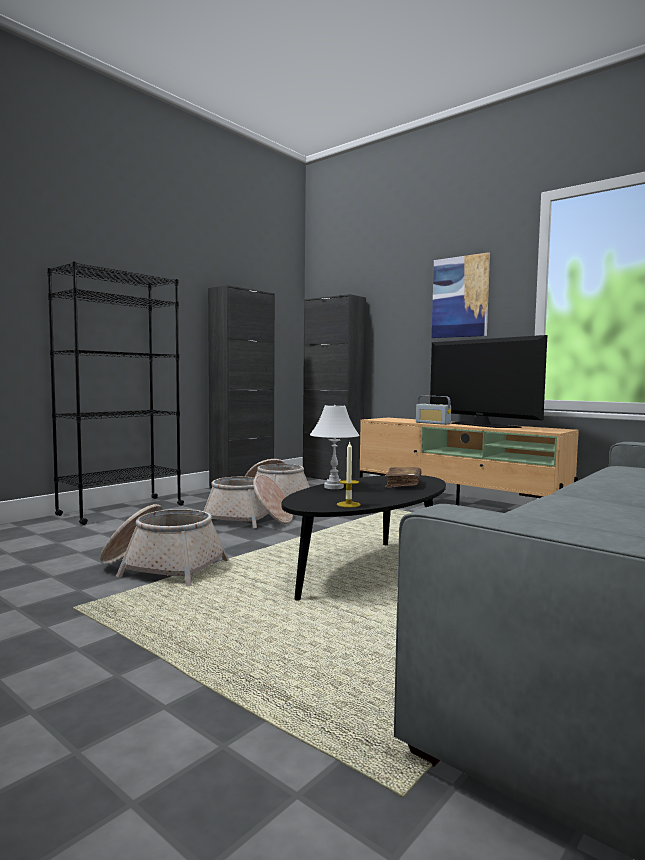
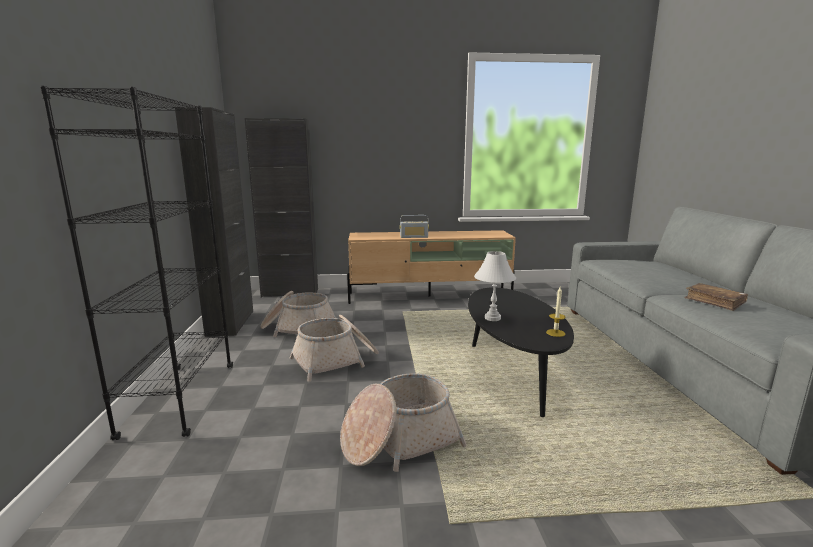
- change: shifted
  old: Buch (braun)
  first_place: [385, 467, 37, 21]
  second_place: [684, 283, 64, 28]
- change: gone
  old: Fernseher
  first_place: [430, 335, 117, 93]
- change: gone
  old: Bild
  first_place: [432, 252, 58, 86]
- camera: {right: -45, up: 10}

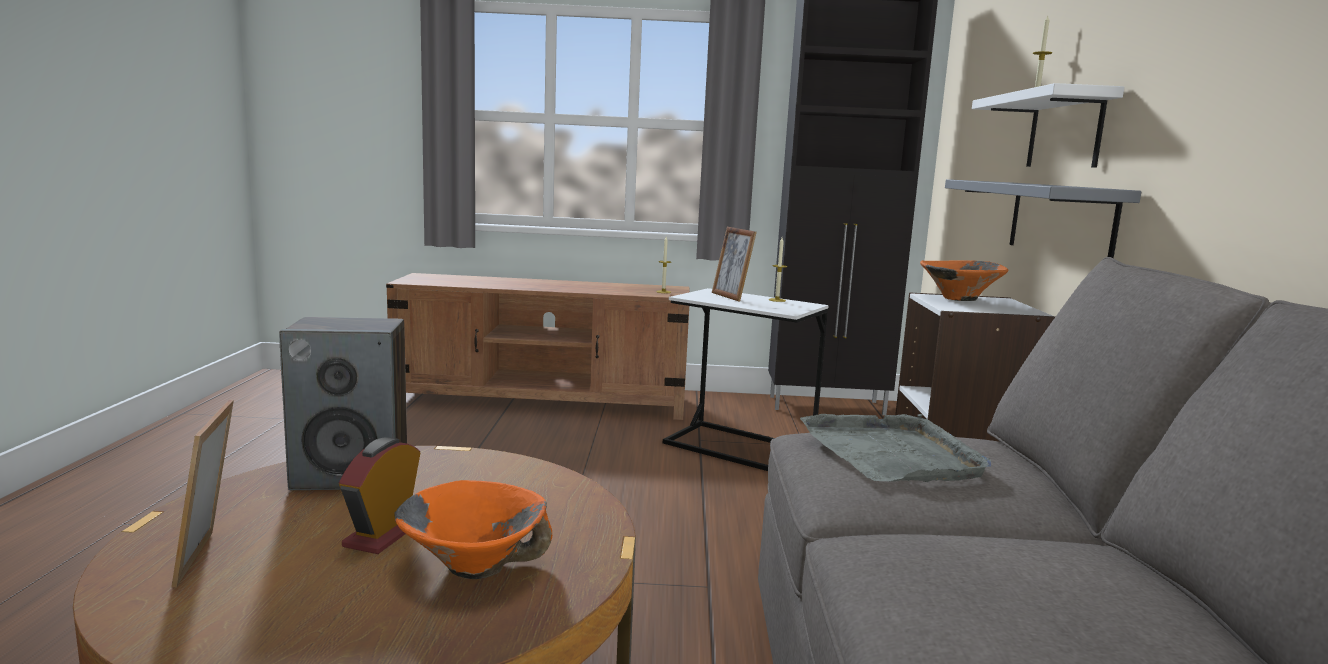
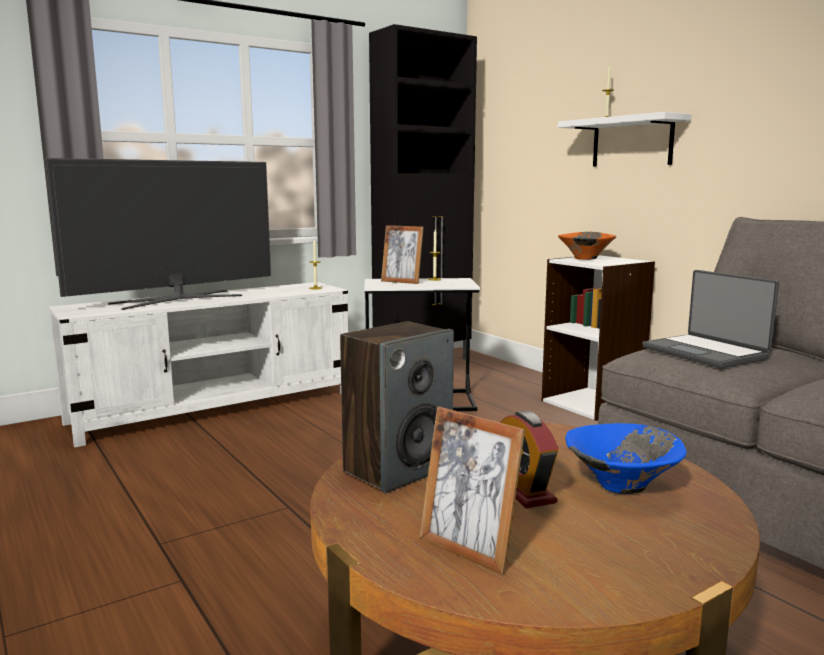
- change: new
  new: Fernseher
  second_place: [45, 158, 226, 152]
- change: repainted
  old: Fernsehschrank (braun)
  new: Fernsehschrank (weiß)
  first_place: [386, 273, 304, 147]
  second_place: [49, 282, 300, 165]
- change: repainted
  old: Schüssel (orange)
  new: Schüssel (blau)
  first_place: [394, 480, 158, 99]
  second_place: [565, 423, 122, 71]
- change: swapped
  old: Tablett (grau)
  new: Laptop
  first_place: [800, 414, 191, 68]
  second_place: [642, 270, 137, 98]
- change: gone
  old: Wandregal (grau)
  first_place: [945, 179, 196, 80]
- camera: {right: -35, up: 0}

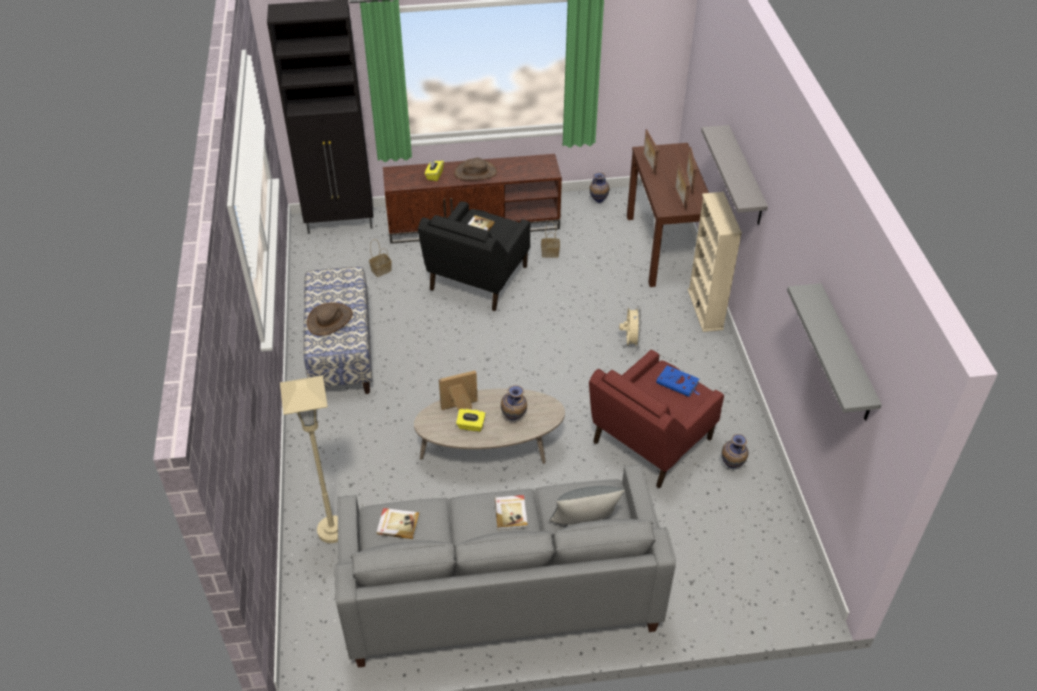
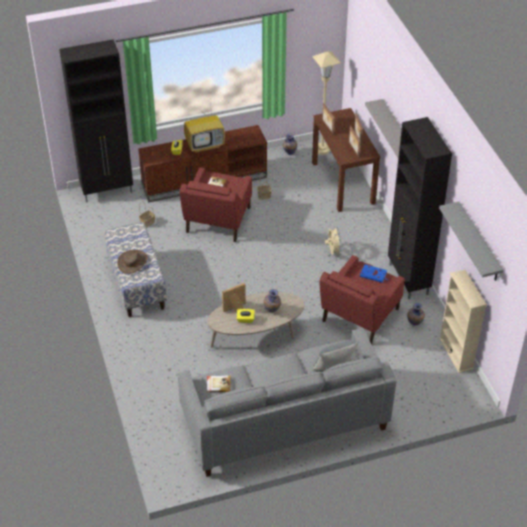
- change: repainted
  old: Sessel (schwarz)
  new: Sessel (rot)
  first_place: [418, 201, 112, 110]
  second_place: [180, 167, 72, 75]
- change: swapped
  old: Hut (braun)
  new: Fernseher
  first_place: [454, 158, 43, 23]
  second_place: [184, 106, 41, 47]
- change: shifted
  old: Stehlampe (beige)
  first_place: [280, 375, 58, 168]
  second_place: [312, 51, 29, 104]
- change: new
  new: Schrank (schwarz)
  second_place: [388, 117, 64, 182]
- change: shifted
  old: Bücherregal (beige)
  first_place: [688, 192, 54, 140]
  second_place: [439, 270, 48, 103]
- change: gone
  old: Buch
  first_place: [495, 495, 33, 35]
- camera: {right: -10, up: 0}

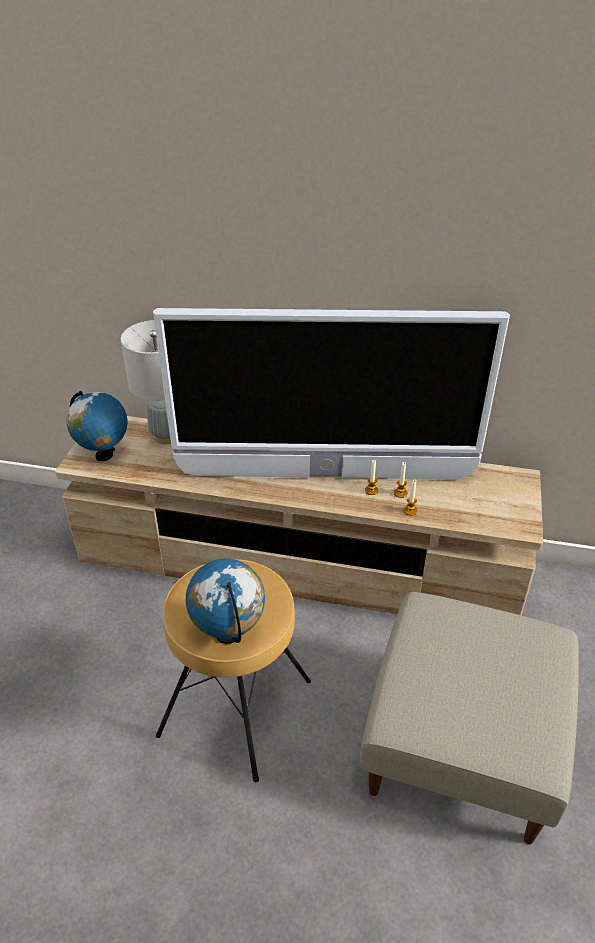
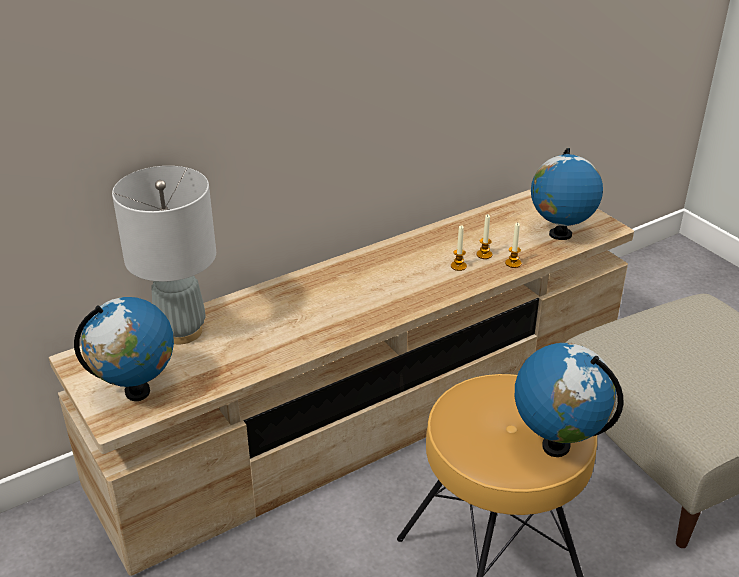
- change: new
  new: Globus
  second_place: [531, 148, 72, 92]
- change: gone
  old: Fernseher
  first_place: [153, 308, 357, 171]
- camera: {right: -45, up: -5}

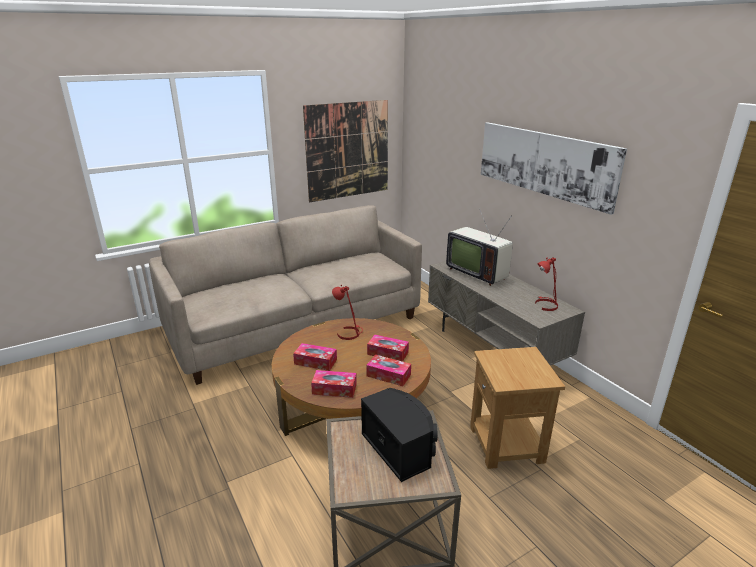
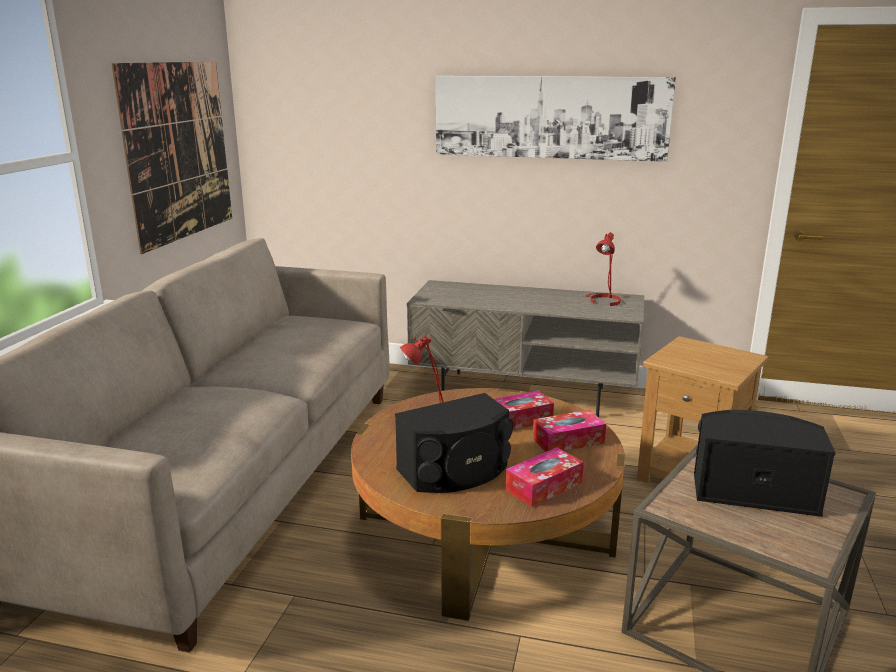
- change: swapped
  old: Taschentuchbox
  new: Lautsprecher (schwarz)
  first_place: [293, 343, 44, 28]
  second_place: [395, 393, 118, 100]
- change: gone
  old: Fernseher
  first_place: [446, 208, 67, 78]
- camera: {right: -45, up: -5}

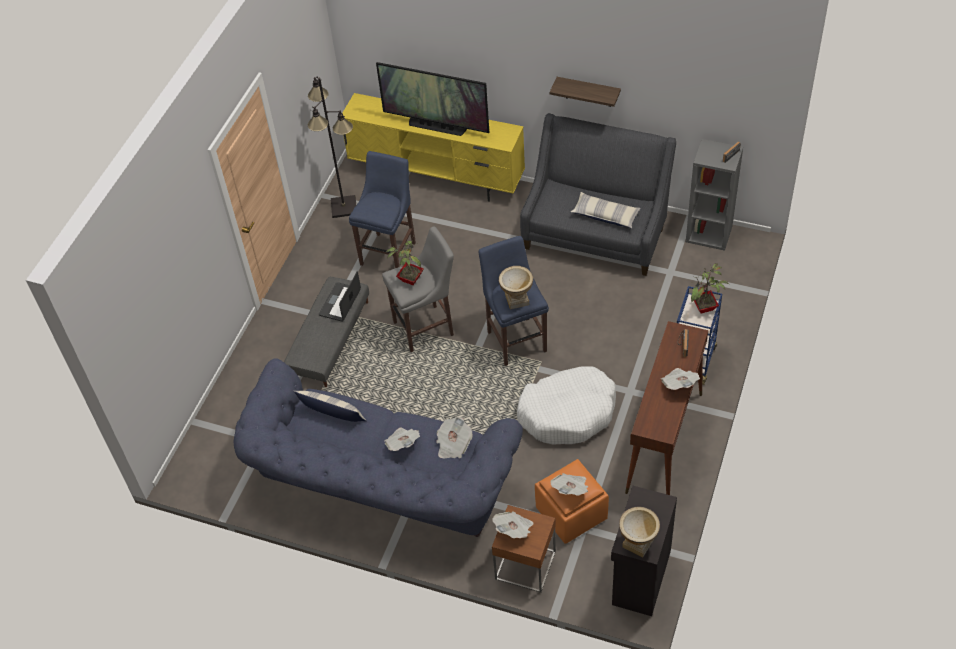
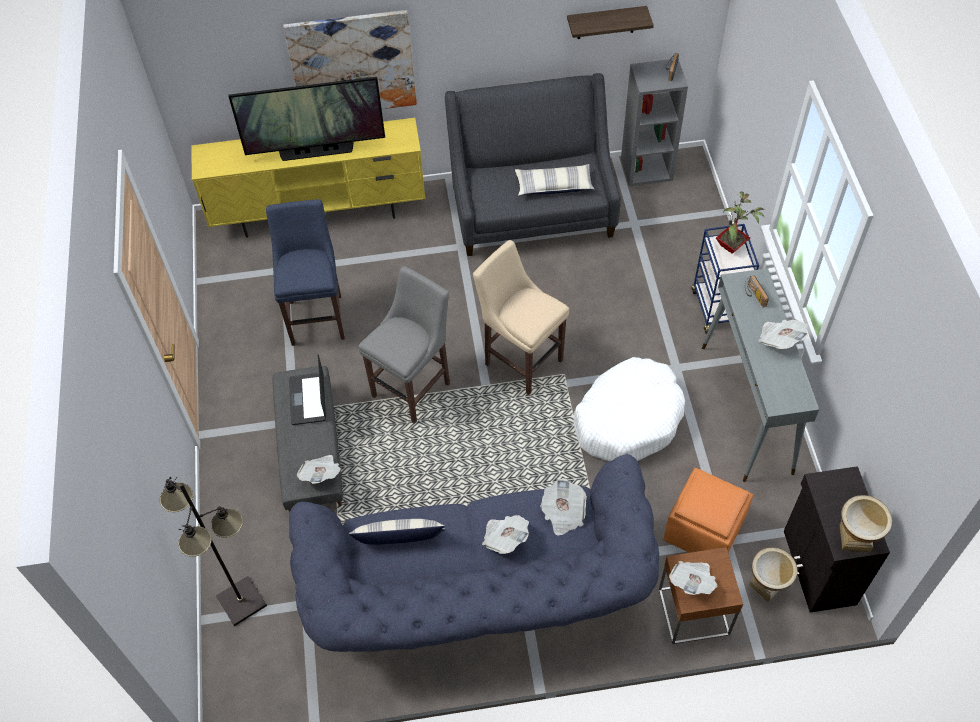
- change: shifted
  old: Stehlampe (schwarz)
  first_place: [308, 77, 48, 141]
  second_place: [160, 477, 107, 149]
- change: new
  new: Bild
  second_place: [283, 10, 134, 99]
- change: shifted
  old: Zeitung
  first_place: [550, 473, 38, 23]
  second_place: [297, 455, 44, 29]
- change: repainted
  old: Hocker (blau)
  new: Hocker (beige)
  first_place: [479, 236, 70, 130]
  second_place: [473, 240, 96, 155]
- change: shifted
  old: Wandregal
  first_place: [550, 77, 71, 30]
  second_place: [567, 6, 87, 33]
- change: repainted
  old: Konsolentisch (braun)
  new: Konsolentisch (grau)
  first_place: [625, 321, 83, 174]
  second_place: [702, 268, 117, 214]
- change: shifted
  old: Vase
  first_place: [499, 266, 34, 44]
  second_place: [749, 547, 49, 55]
- change: gone
  old: Topfpflanze
  first_place: [386, 235, 38, 50]
- camera: {right: -30, up: 5}

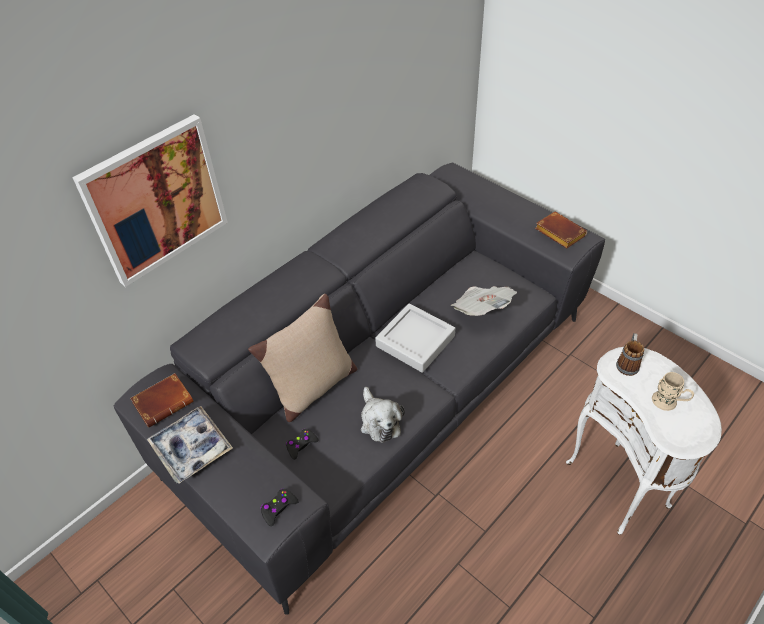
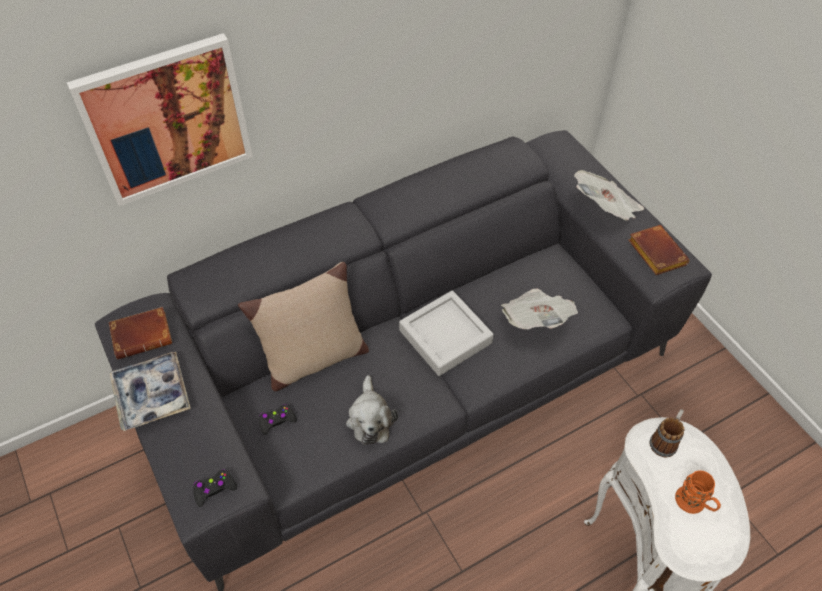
- change: new
  new: Zeitung
  second_place: [574, 170, 70, 51]
- change: repainted
  old: Henkelbecher (beige)
  new: Henkelbecher (orange)
  first_place: [652, 372, 42, 39]
  second_place: [675, 470, 46, 44]
- camera: {right: 15, up: 5}

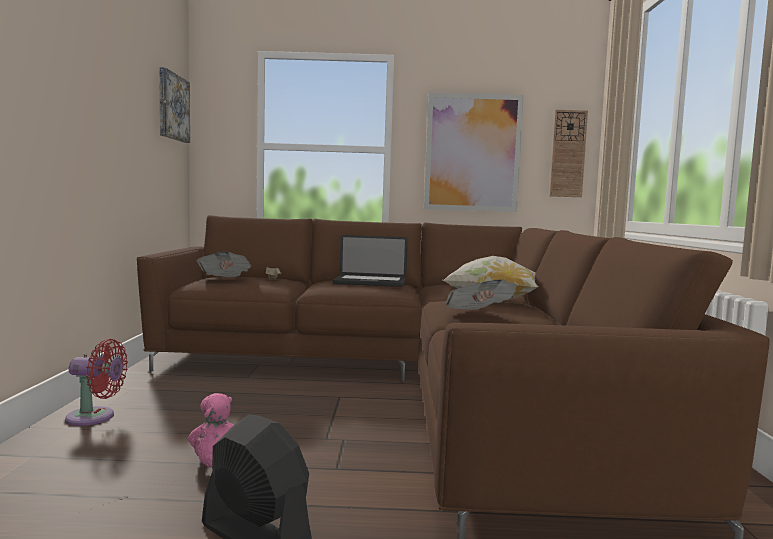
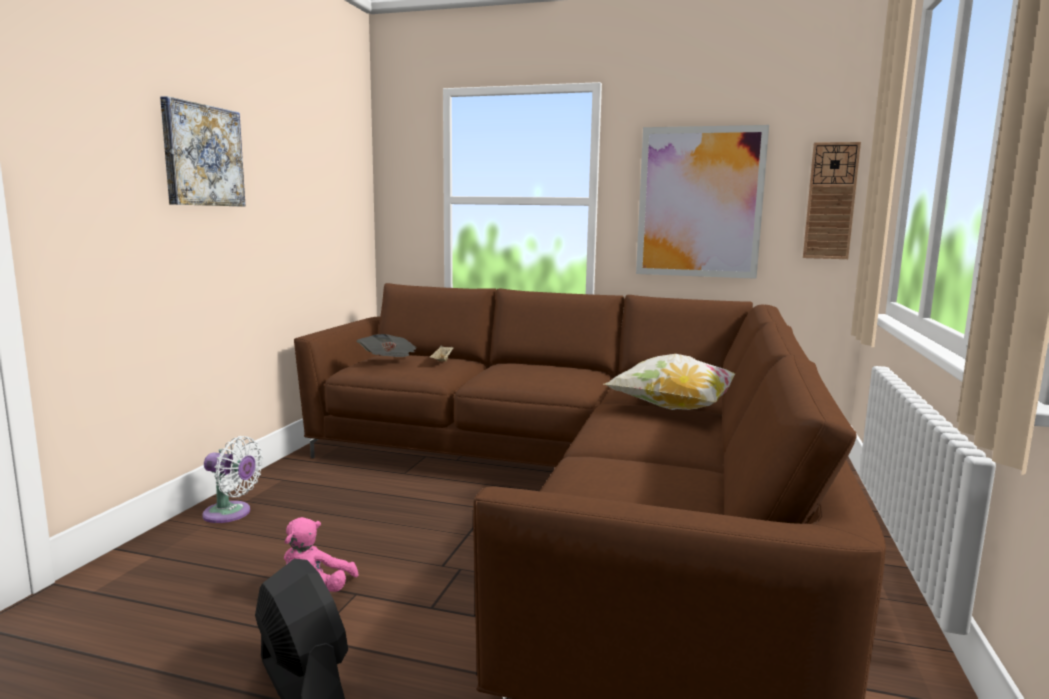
- change: shifted
  old: Bild
  first_place: [159, 67, 31, 76]
  second_place: [160, 96, 86, 110]
- change: repainted
  old: Ventilator (rot)
  new: Ventilator (weiß)
  first_place: [65, 339, 63, 87]
  second_place: [202, 436, 61, 87]
- change: gone
  old: Laptop
  first_place: [333, 235, 75, 52]
- change: gone
  old: Zeitung
  first_place: [445, 279, 72, 31]
- camera: {right: 15, up: 5}

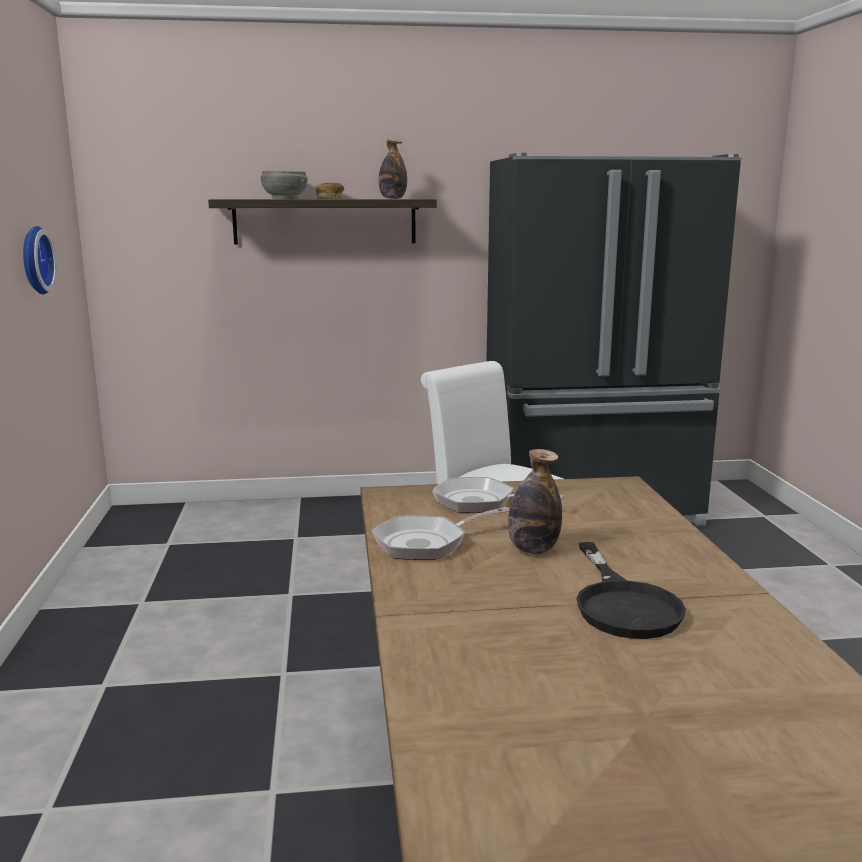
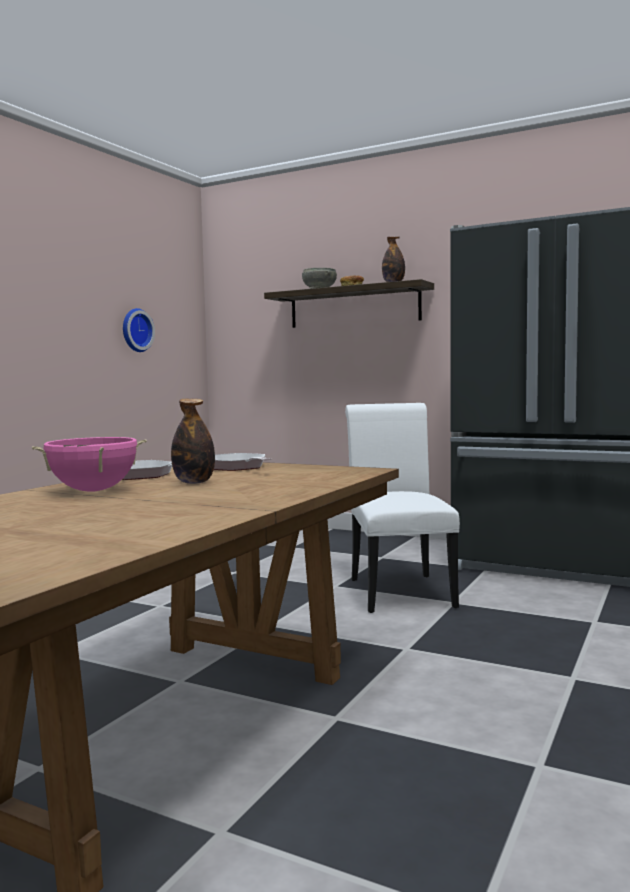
- change: new
  new: Kochtopf (rosa)
  second_place: [32, 437, 115, 55]
- change: gone
  old: Pfanne (schwarz)
  first_place: [576, 542, 110, 97]
- camera: {right: 35, up: -10}

